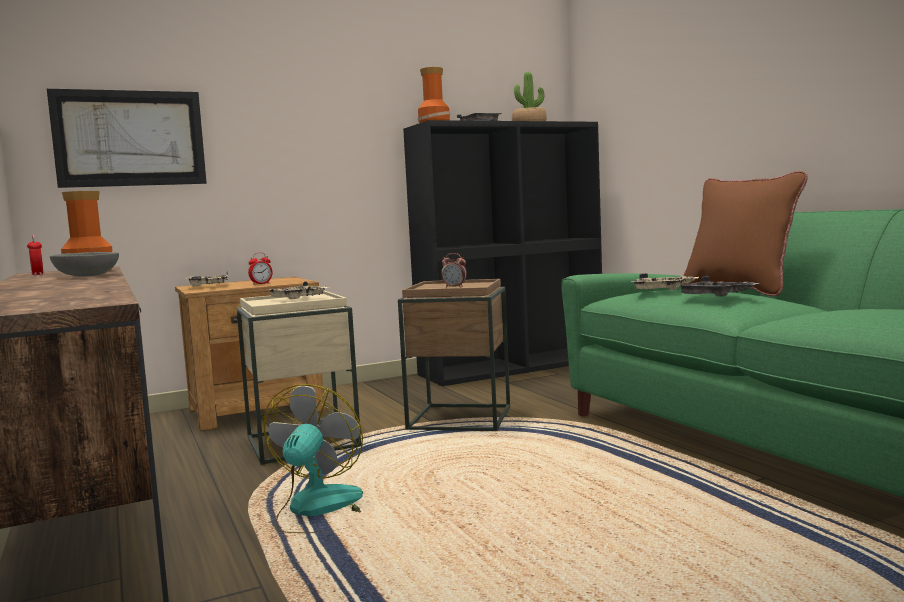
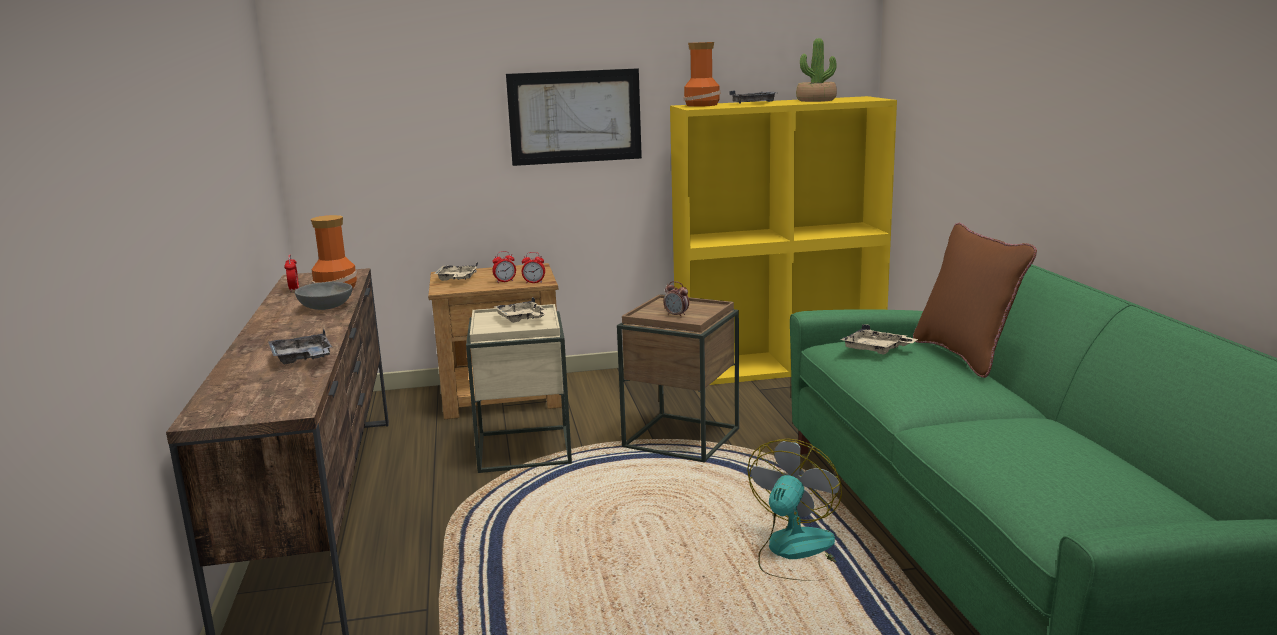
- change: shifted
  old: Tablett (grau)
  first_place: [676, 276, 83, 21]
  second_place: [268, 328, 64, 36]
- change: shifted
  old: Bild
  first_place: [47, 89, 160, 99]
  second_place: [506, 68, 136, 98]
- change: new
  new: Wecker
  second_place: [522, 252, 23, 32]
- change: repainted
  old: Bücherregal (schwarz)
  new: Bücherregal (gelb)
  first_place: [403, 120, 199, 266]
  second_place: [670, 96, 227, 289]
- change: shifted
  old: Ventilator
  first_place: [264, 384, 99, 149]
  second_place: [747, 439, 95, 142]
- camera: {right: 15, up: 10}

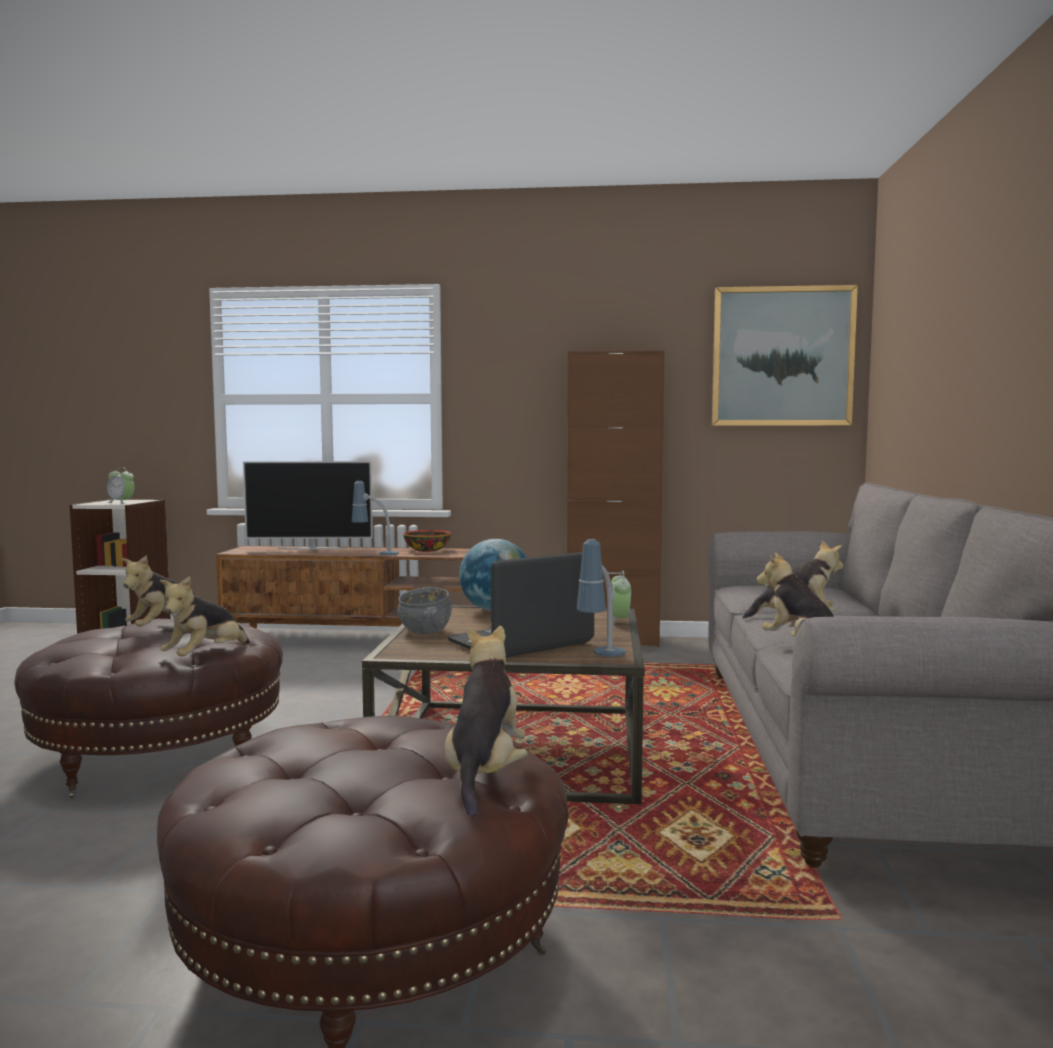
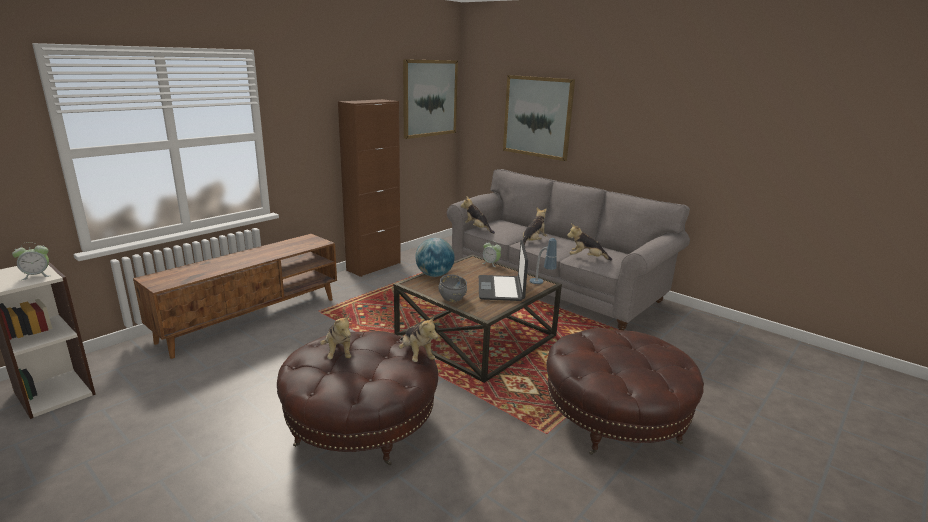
- change: shifted
  old: Plüschtier
  first_place: [445, 626, 83, 191]
  second_place: [461, 196, 34, 38]
- change: new
  new: Bild
  second_place: [503, 75, 72, 86]
- change: gone
  old: Fernseher
  first_place: [243, 461, 130, 89]
- change: gone
  old: Tischlampe
  first_place: [352, 481, 47, 74]
- change: gone
  old: Schüssel
  first_place: [403, 530, 48, 22]
- camera: {right: -55, up: 15}

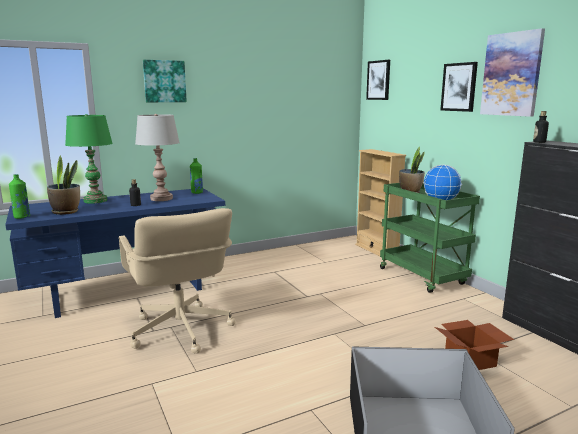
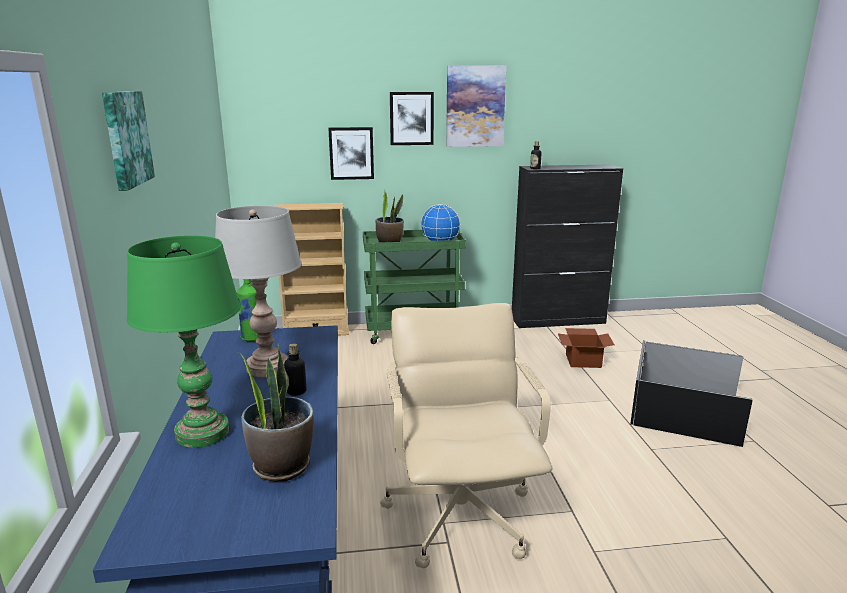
- change: shifted
  old: Bild
  first_place: [366, 60, 24, 40]
  second_place: [328, 127, 46, 53]
- change: rotated
  old: Bürostuhl (beige)
  first_place: [119, 208, 117, 146]
  second_place: [380, 303, 172, 265]
  degrees: -90
- change: gone
  old: Flasche (grün)
  first_place: [9, 174, 21, 45]
- camera: {right: -70, up: 5}

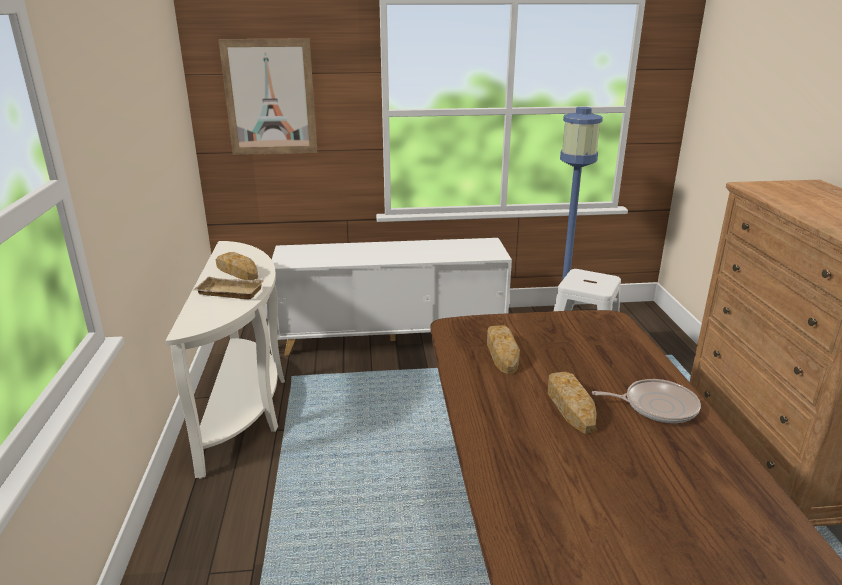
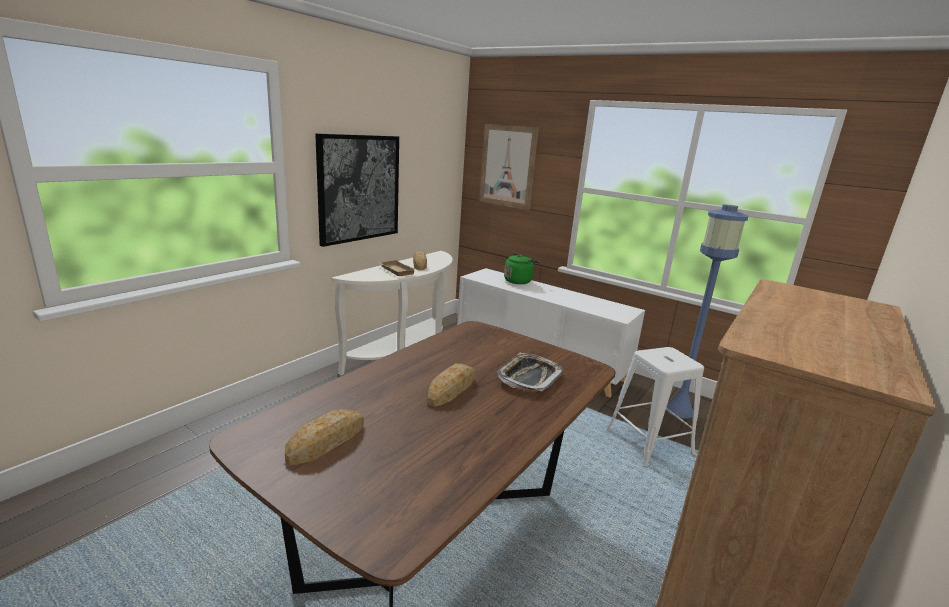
- change: shifted
  old: Brot
  first_place: [487, 325, 33, 49]
  second_place: [285, 409, 79, 56]
- change: new
  new: Bild
  second_place: [315, 133, 84, 114]
- change: new
  new: Tablett
  second_place: [497, 353, 66, 38]
- change: new
  new: Wasserkessel (grün)
  second_place: [504, 253, 36, 31]
- change: gone
  old: Pfanne
  first_place: [592, 379, 109, 44]
- camera: {right: 40, up: -5}

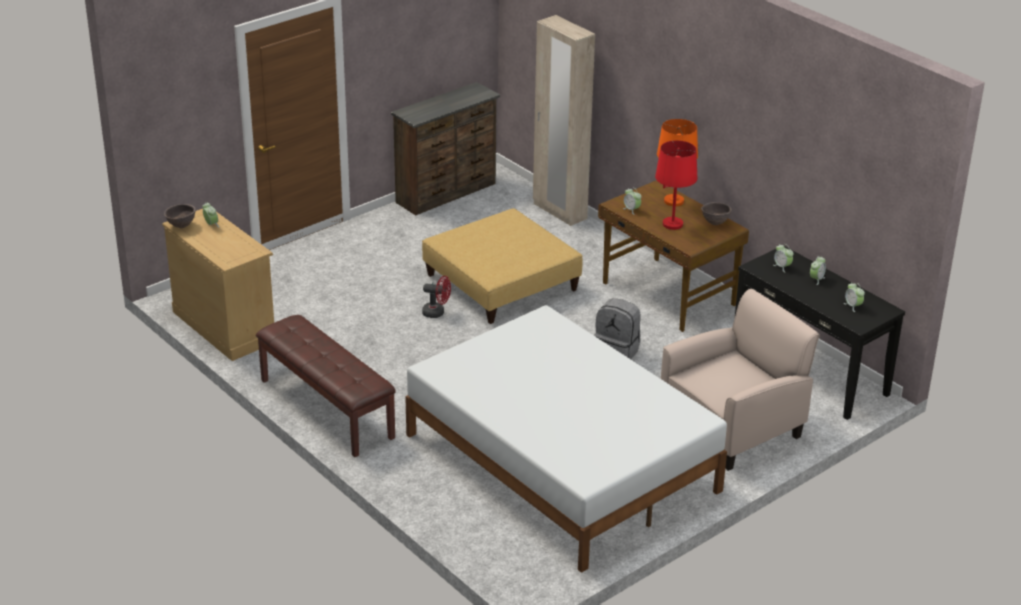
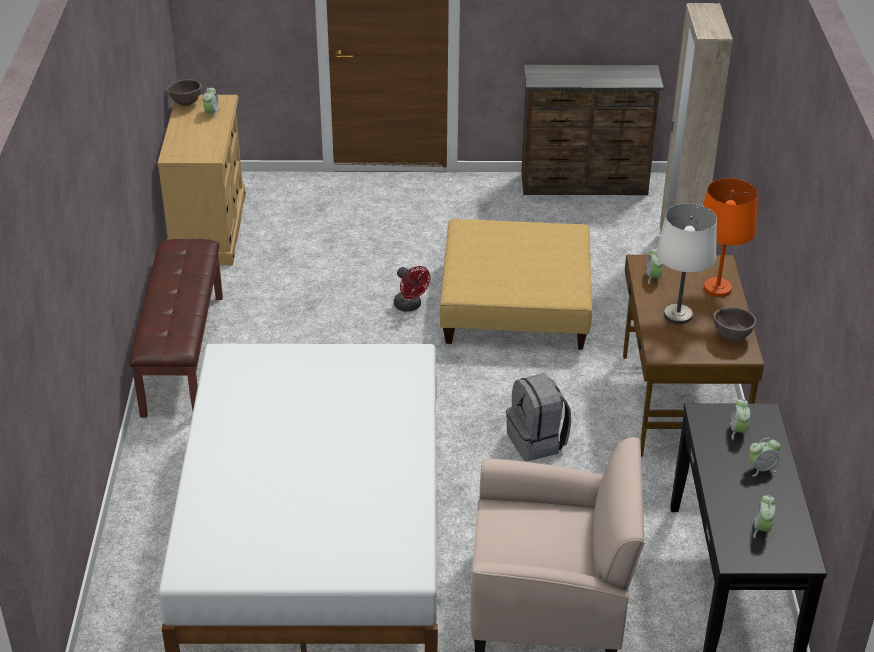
- change: repainted
  old: Tischlampe (rot)
  new: Tischlampe (weiß)
  first_place: [655, 140, 43, 90]
  second_place: [656, 203, 61, 121]
- camera: {right: 40, up: 5}

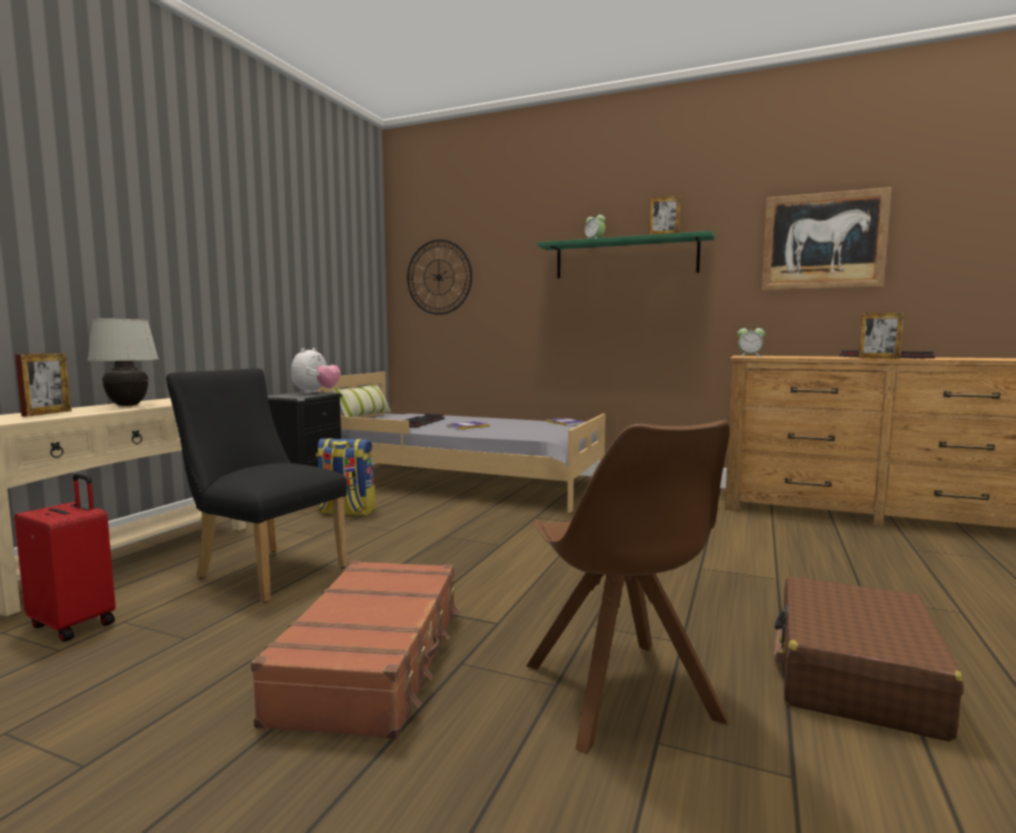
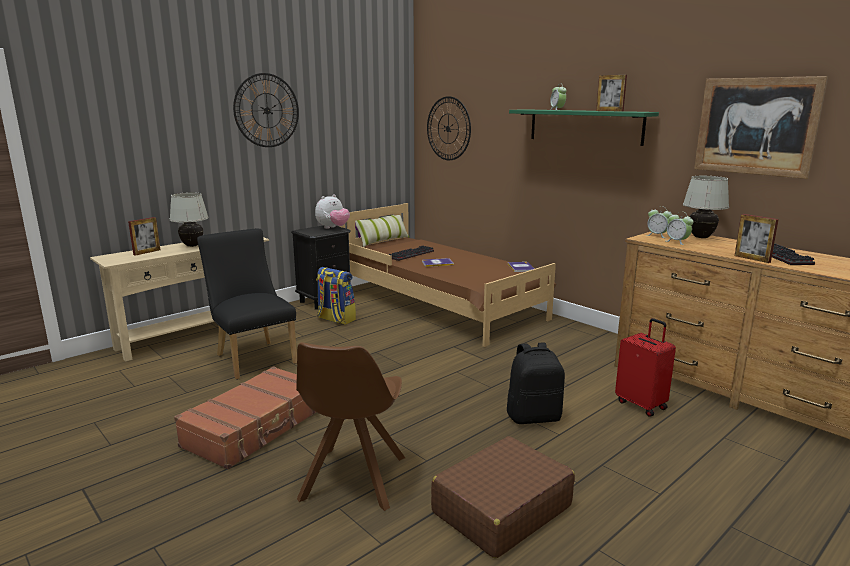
- change: new
  new: Wanduhr
  second_place: [233, 73, 66, 74]
- change: repainted
  old: Bett (grau)
  new: Bett (braun)
  first_place: [317, 371, 288, 142]
  second_place: [339, 203, 217, 144]
- change: new
  new: Rucksack (schwarz)
  second_place: [507, 343, 58, 81]
- change: shifted
  old: Koffer (rot)
  first_place: [14, 473, 102, 169]
  second_place: [615, 318, 61, 99]
- change: new
  new: Wecker
  second_place: [666, 211, 27, 34]
- change: new
  new: Tischlampe (weiß)
  second_place: [683, 176, 46, 62]
- camera: {right: 25, up: 10}

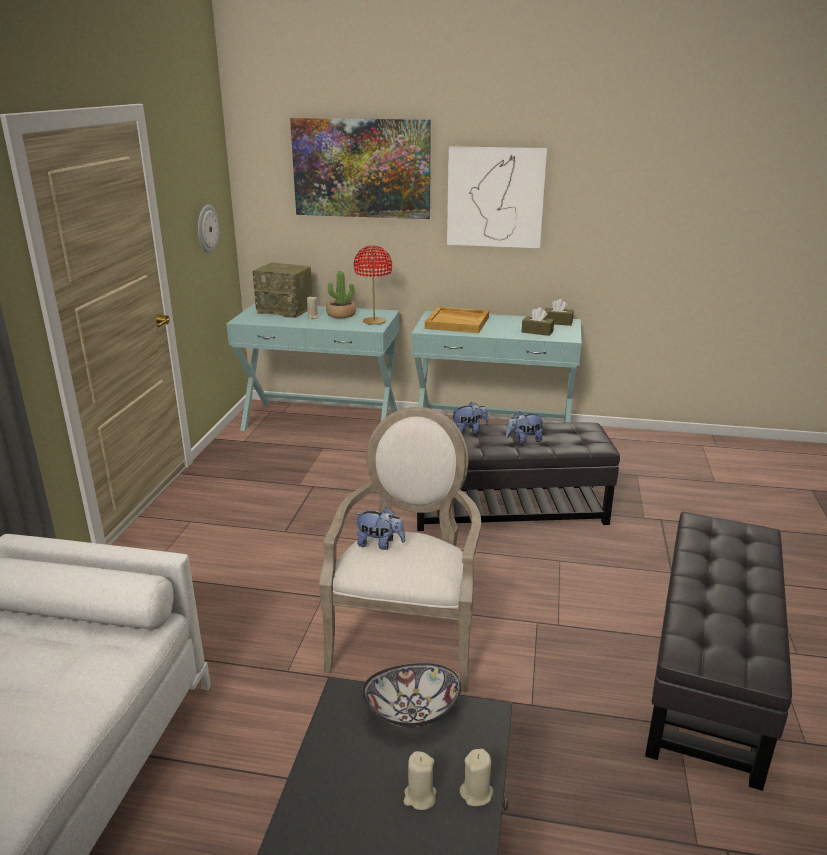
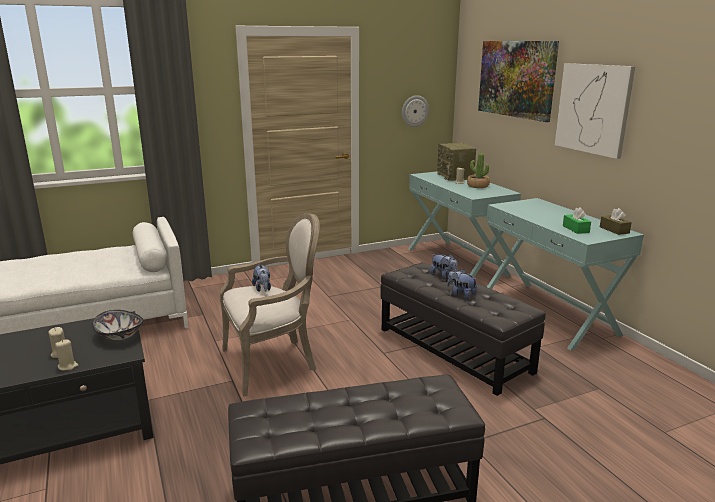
- change: repainted
  old: Taschentuchbox (braun)
  new: Taschentuchbox (grün)
  first_place: [522, 308, 32, 28]
  second_place: [563, 207, 28, 27]
- change: gone
  old: Tischlampe (rot)
  first_place: [354, 245, 38, 80]
- change: gone
  old: Tablett (beige)
  first_place: [425, 306, 64, 27]
- camera: {right: 55, up: -5}

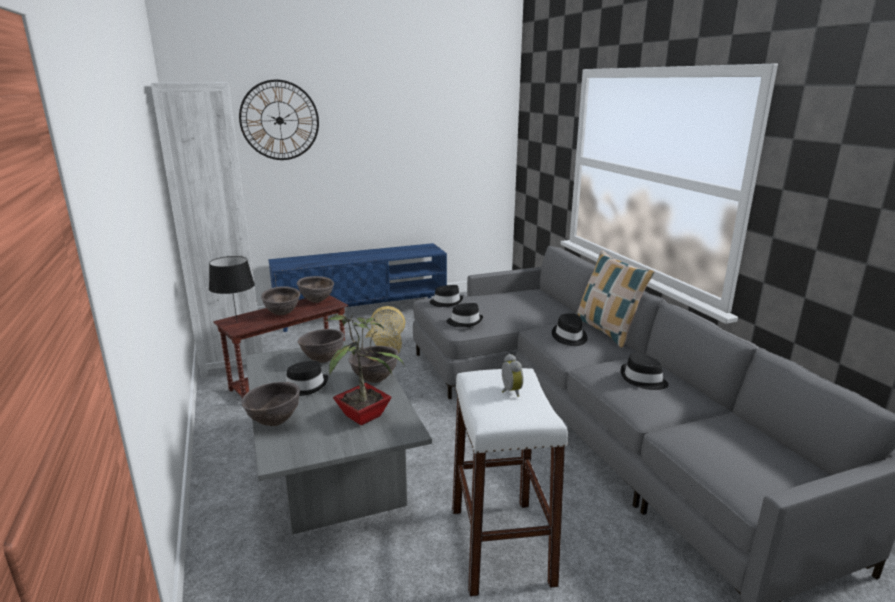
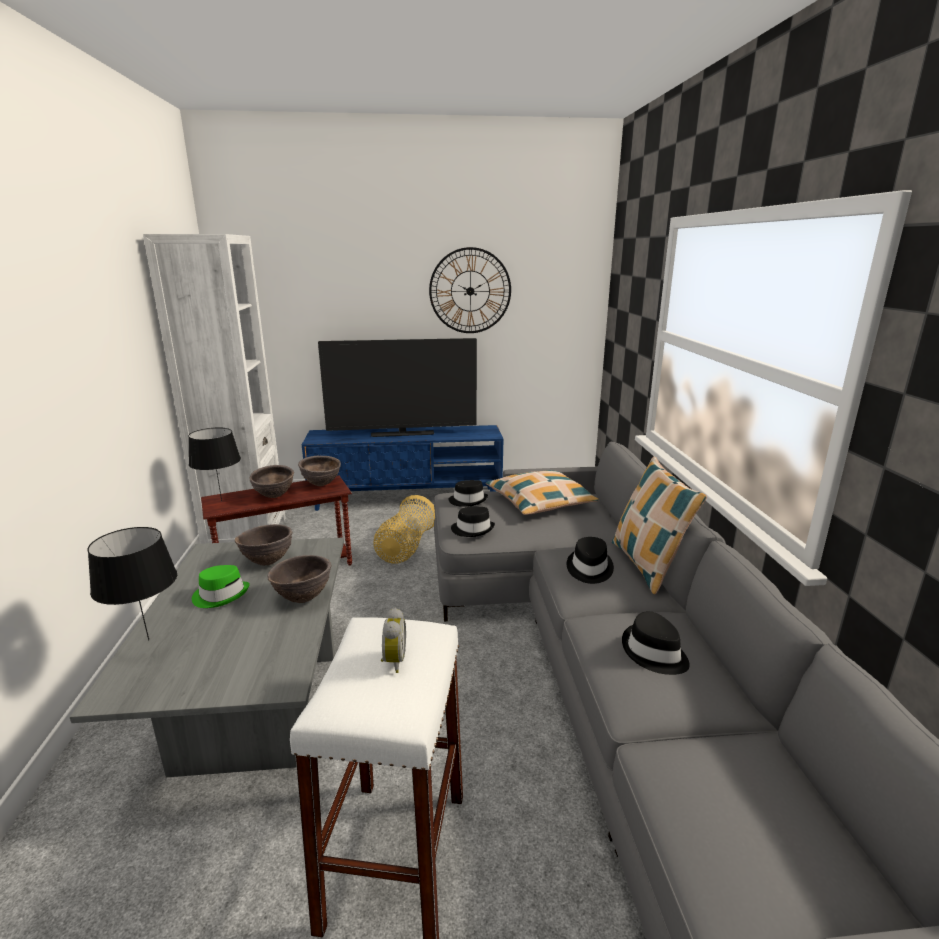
- change: swapped
  old: Schüssel (braun)
  new: Tischlampe (schwarz)
  first_place: [241, 382, 59, 44]
  second_place: [87, 527, 90, 114]
- change: repainted
  old: Hut (schwarz)
  new: Hut (grün)
  first_place: [286, 361, 42, 35]
  second_place: [192, 565, 58, 43]
- change: new
  new: Fernseher
  second_place: [318, 338, 159, 99]
- change: shifted
  old: Wanduhr
  first_place: [239, 80, 80, 80]
  second_place: [429, 247, 82, 86]
- change: new
  new: Kissen
  second_place: [486, 470, 113, 45]
- change: gone
  old: Topfpflanze
  first_place: [324, 312, 82, 114]
- camera: {right: 15, up: 0}

